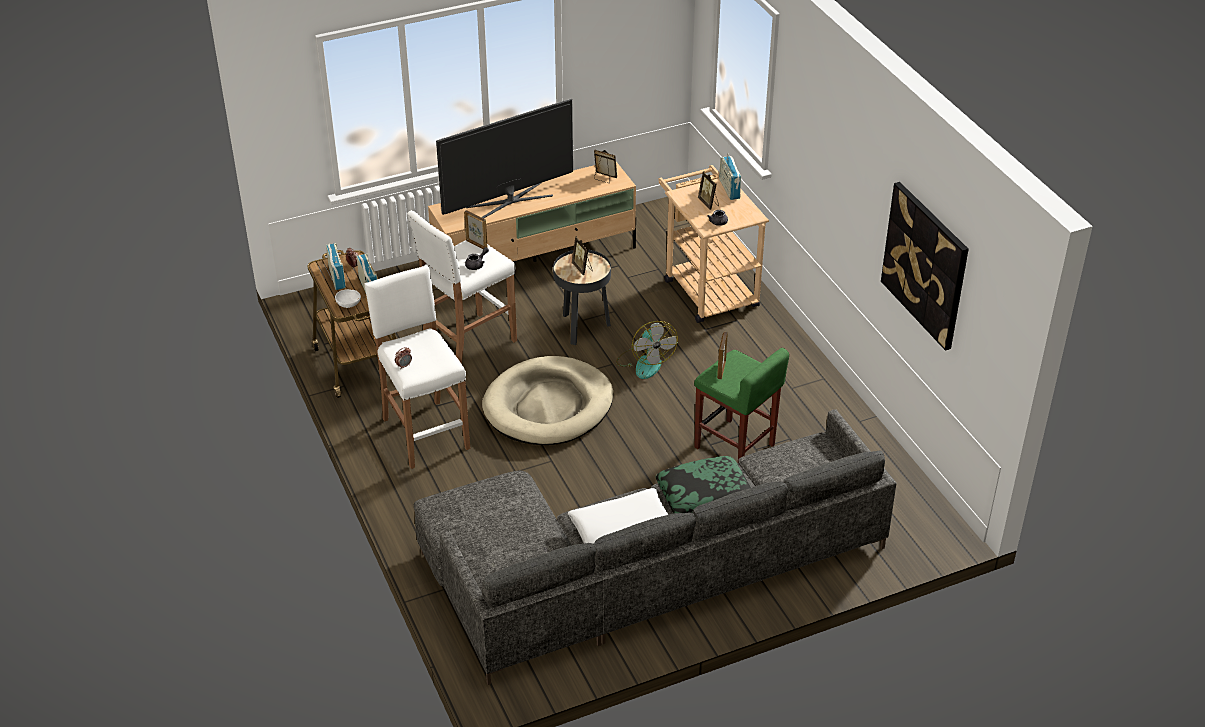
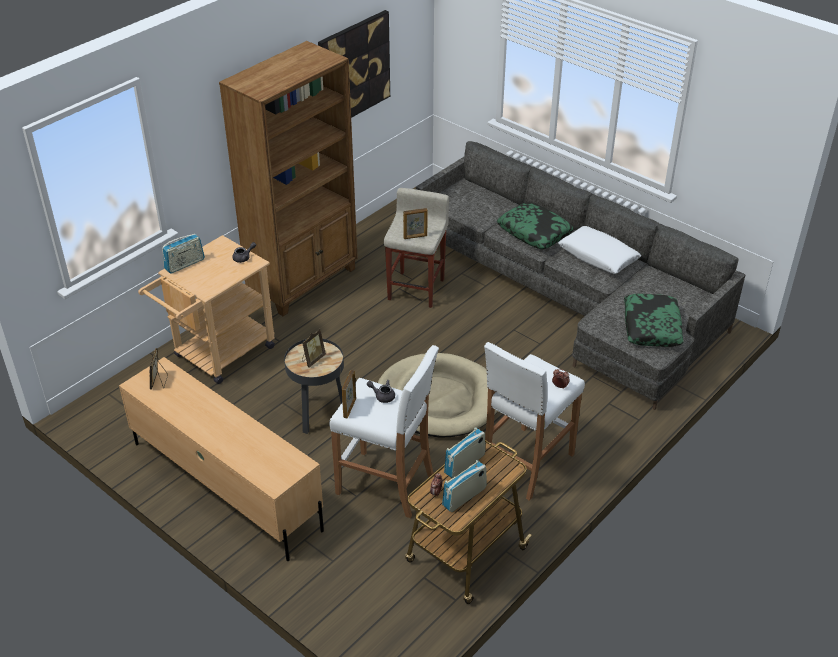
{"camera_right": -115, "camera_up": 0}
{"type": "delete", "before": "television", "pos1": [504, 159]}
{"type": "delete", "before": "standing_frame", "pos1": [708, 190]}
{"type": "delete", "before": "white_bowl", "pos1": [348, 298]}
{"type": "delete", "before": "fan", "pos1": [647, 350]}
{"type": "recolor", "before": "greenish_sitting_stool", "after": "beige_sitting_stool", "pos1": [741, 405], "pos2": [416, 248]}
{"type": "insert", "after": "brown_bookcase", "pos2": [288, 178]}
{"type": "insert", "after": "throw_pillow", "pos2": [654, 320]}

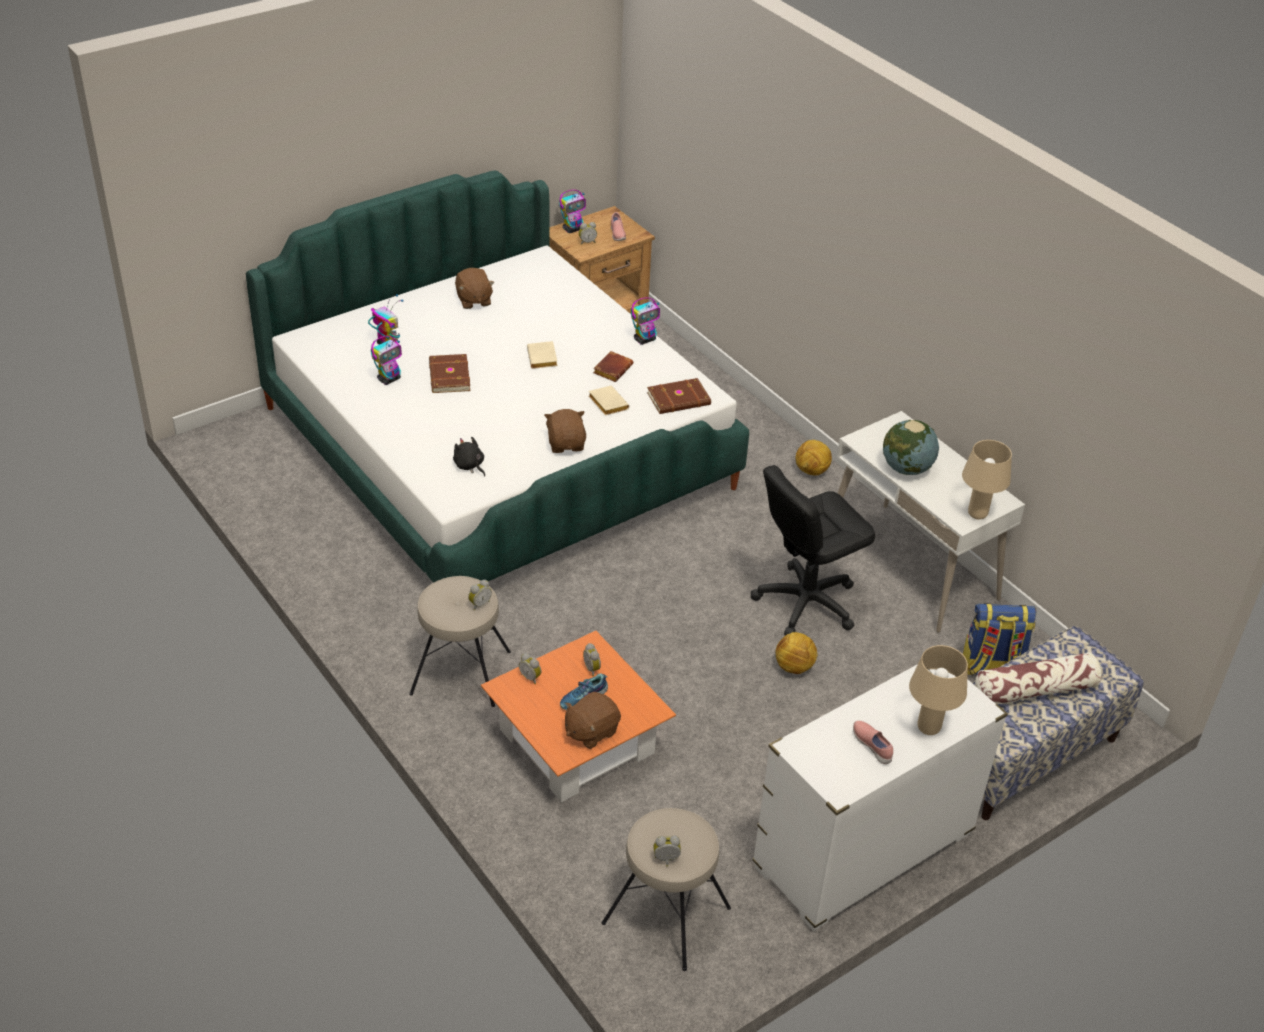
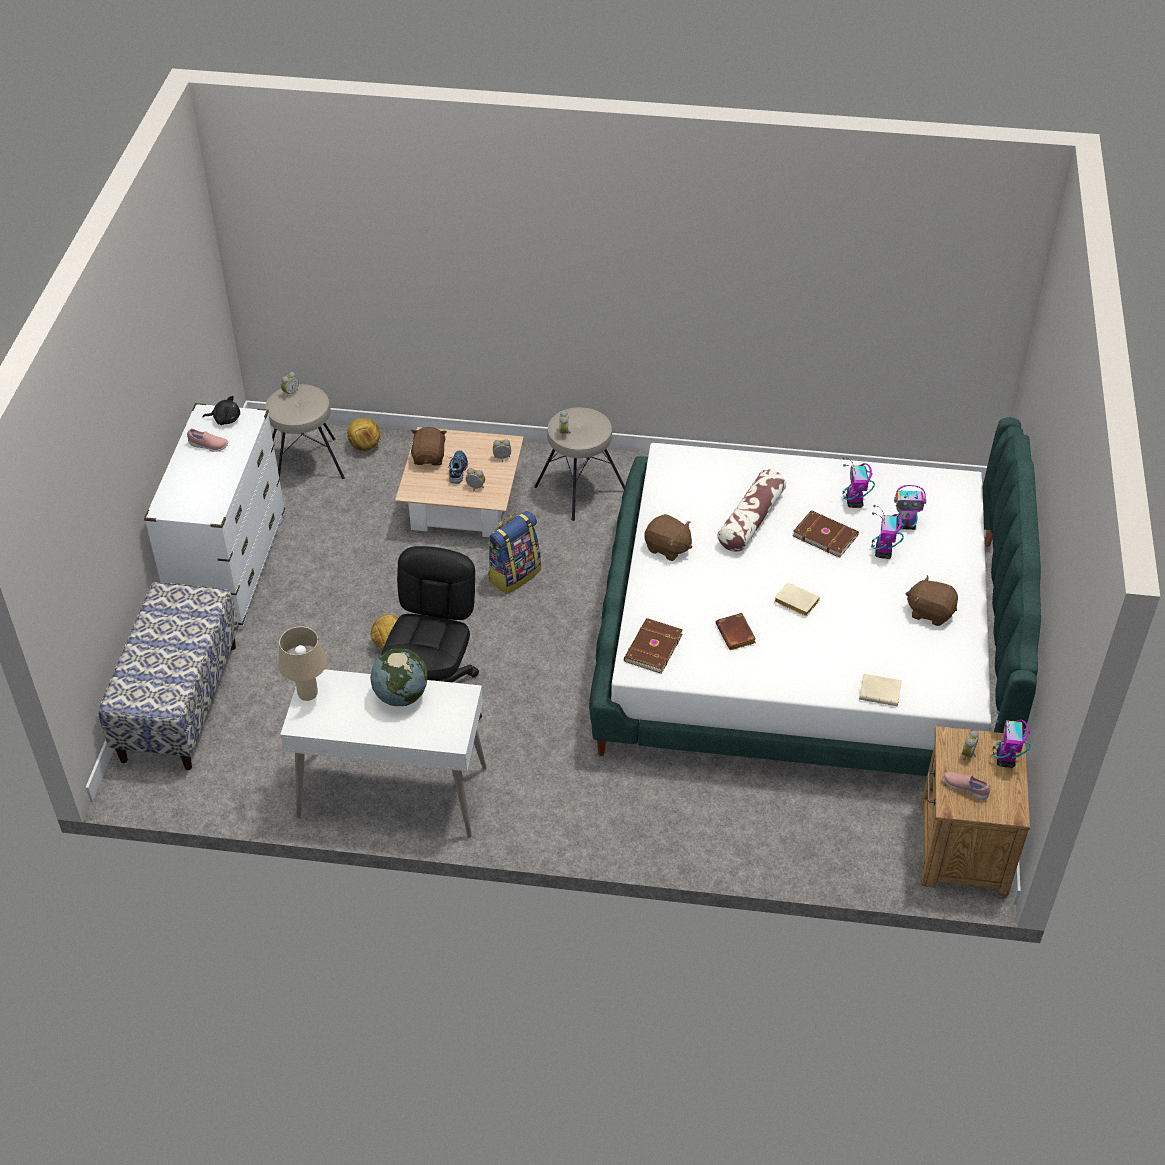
{"camera_right": 135, "camera_up": 5}
{"type": "move", "before": "robot_figure", "pos1": [645, 321], "pos2": [887, 532]}
{"type": "move", "before": "beige_volume", "pos1": [609, 401], "pos2": [880, 690]}
{"type": "move", "before": "black-coloured_plush_toy", "pos1": [469, 456], "pos2": [221, 410]}
{"type": "move", "before": "football", "pos1": [814, 458], "pos2": [364, 434]}
{"type": "move", "before": "rucksack", "pos1": [999, 639], "pos2": [514, 552]}
{"type": "recolor", "before": "orange_lounge_table", "after": "beige_lounge_table", "pos1": [578, 716], "pos2": [459, 482]}
{"type": "delete", "before": "beige_lamp_for_a_table", "pos1": [938, 690]}
{"type": "move", "before": "throw_pillow", "pos1": [1038, 678], "pos2": [751, 510]}

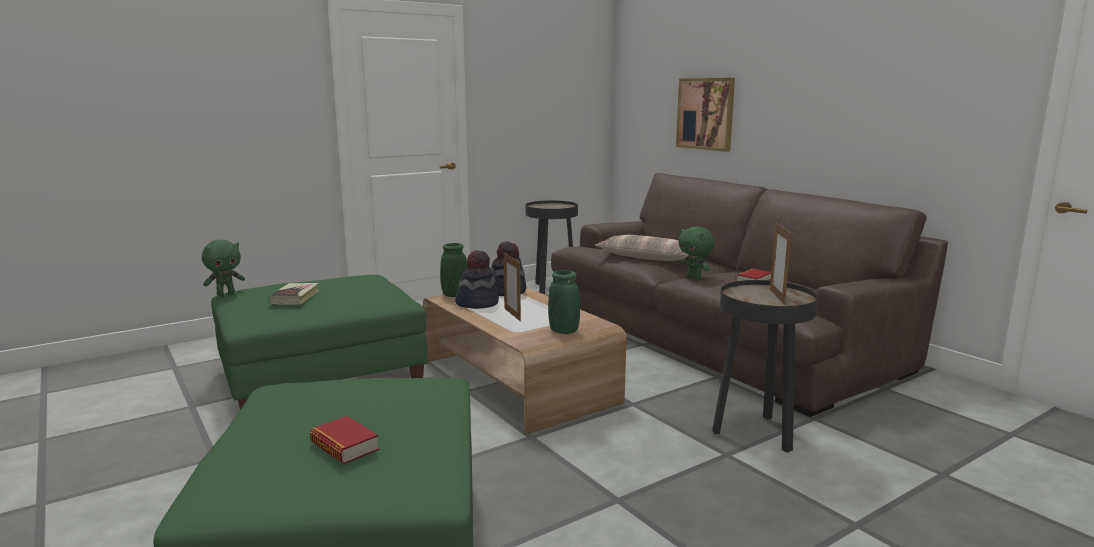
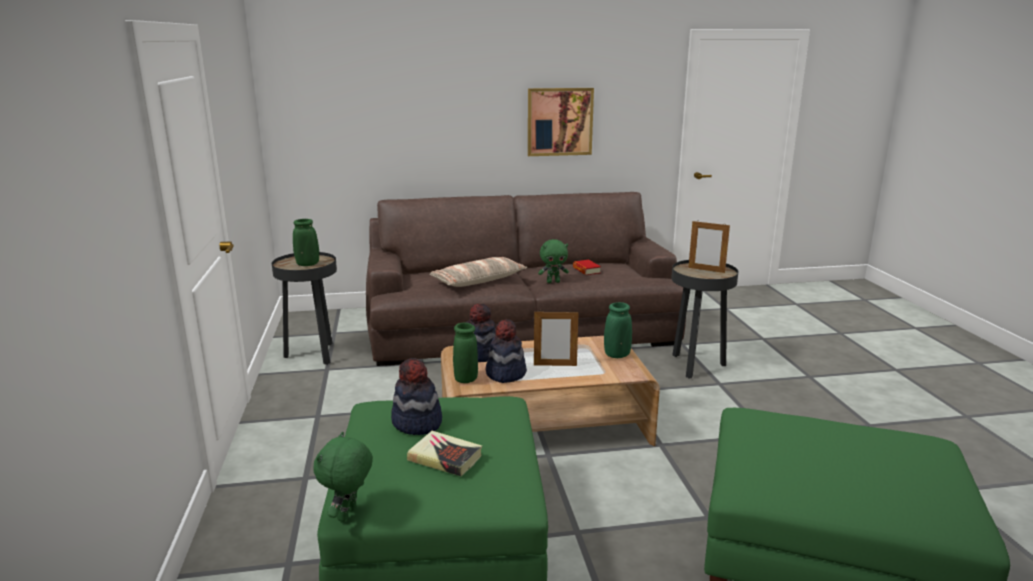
{"camera_right": -65, "camera_up": 5}
{"type": "move", "before": "wall_art", "pos1": [705, 115], "pos2": [561, 122]}
{"type": "rotate", "before": "greenish_plush_toy", "pos1": [223, 268], "pos2": [343, 477], "turn": -150}
{"type": "delete", "before": "volume", "pos1": [344, 440]}
{"type": "insert", "after": "greenish_vase", "pos2": [306, 242]}
{"type": "insert", "after": "clothing_hat", "pos2": [416, 396]}

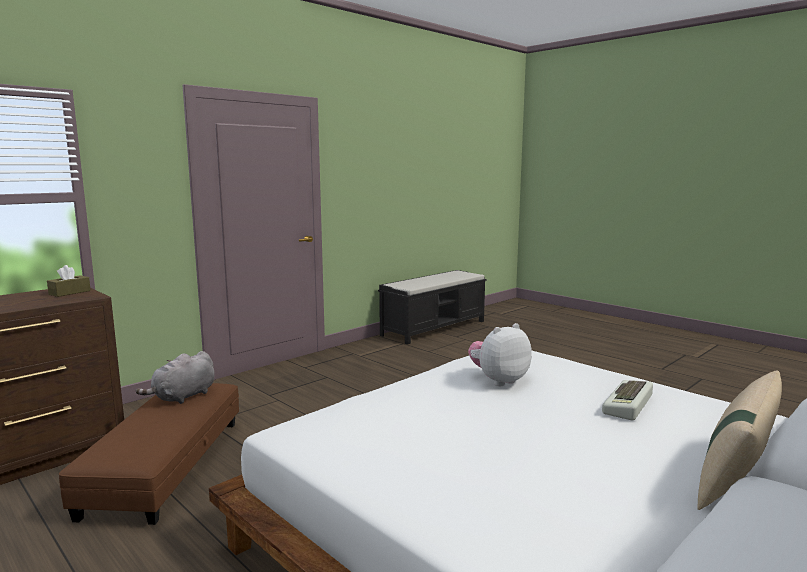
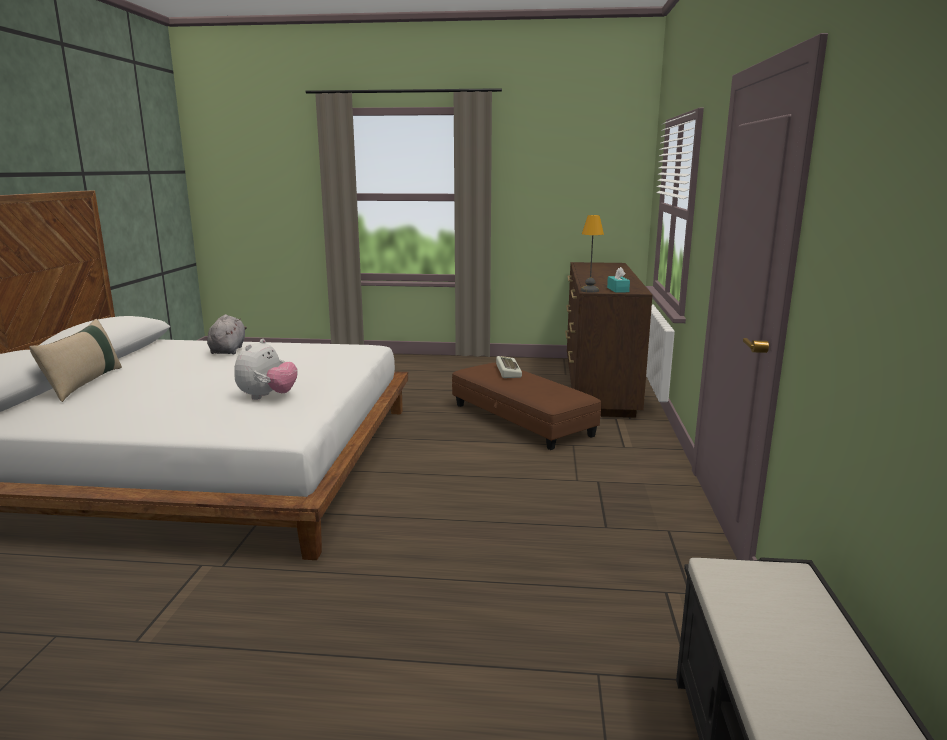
{"camera_right": 140, "camera_up": 5}
{"type": "recolor", "before": "brown_box_of_tissues", "after": "blue-green_box_of_tissues", "pos1": [69, 281], "pos2": [618, 280]}
{"type": "move", "before": "grey_plush_toy", "pos1": [175, 377], "pos2": [227, 334]}
{"type": "move", "before": "computer_keyboard", "pos1": [627, 400], "pos2": [509, 367]}
{"type": "insert", "after": "lamp_for_a_table", "pos2": [592, 254]}

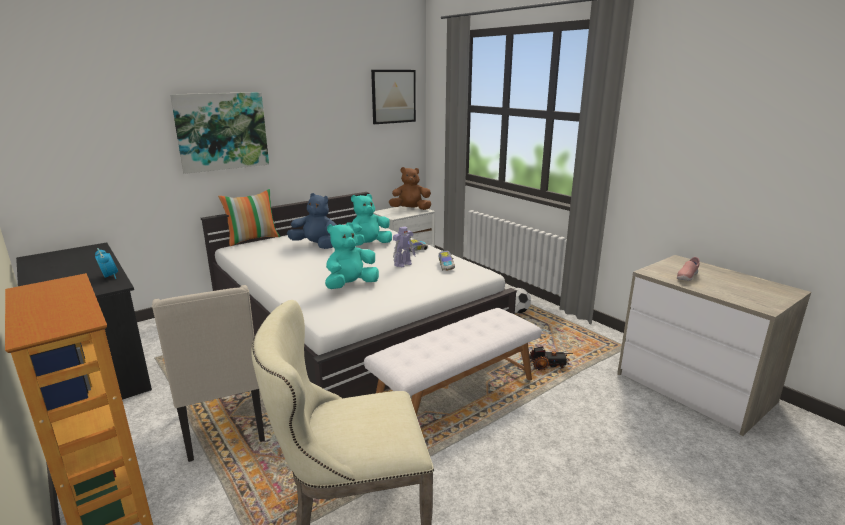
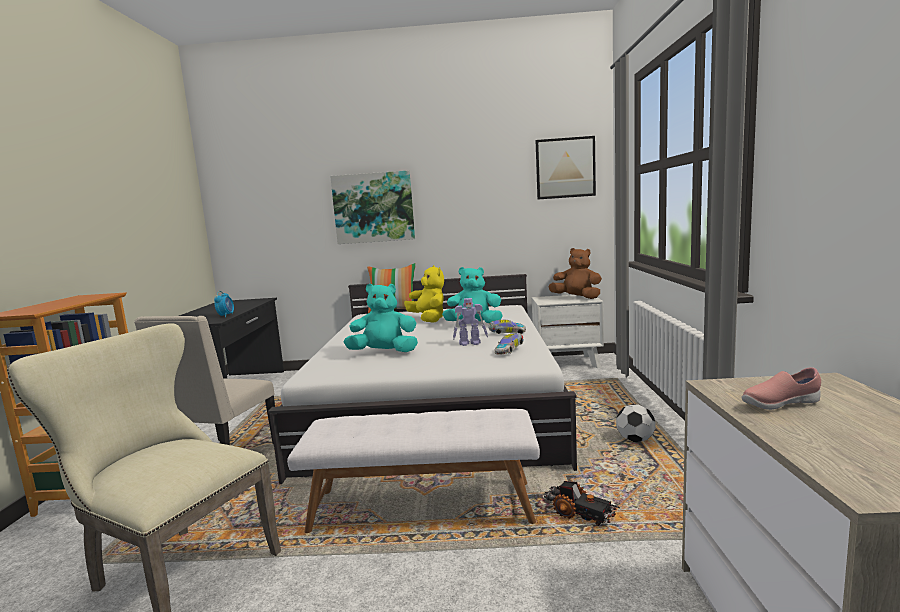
{"camera_right": 40, "camera_up": -10}
{"type": "recolor", "before": "blue_plush_toy", "after": "yellow_plush_toy", "pos1": [312, 221], "pos2": [424, 294]}

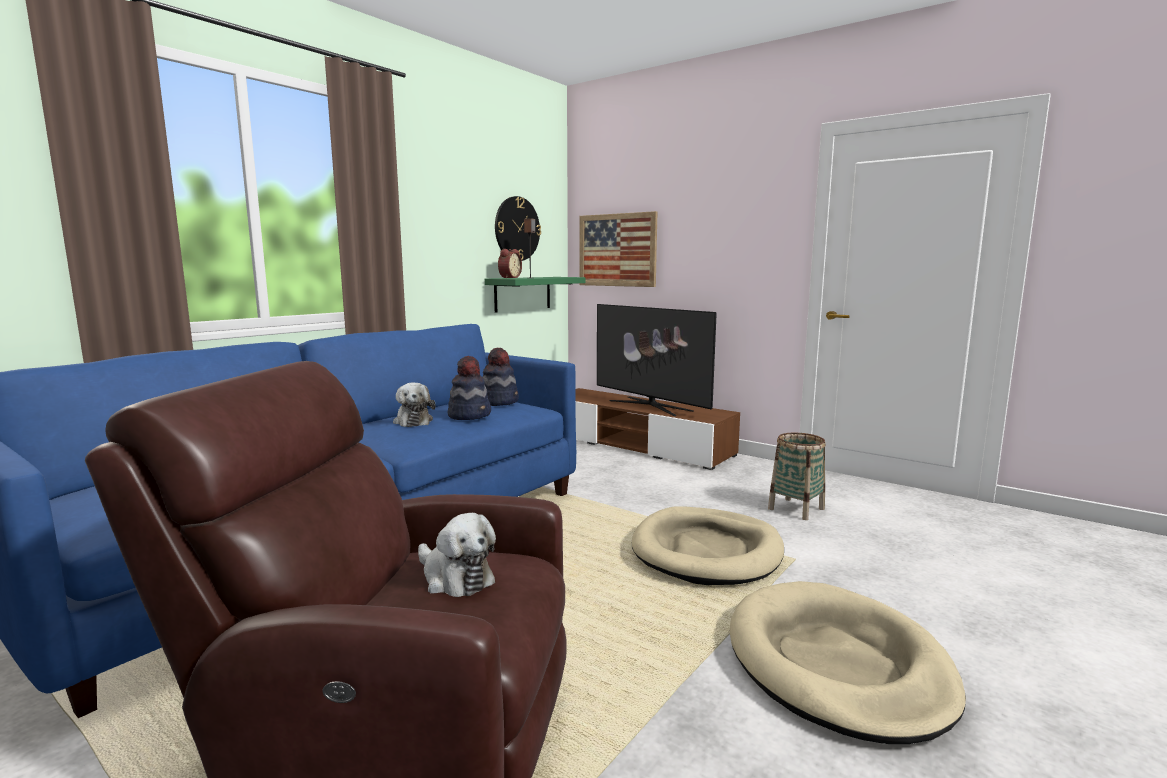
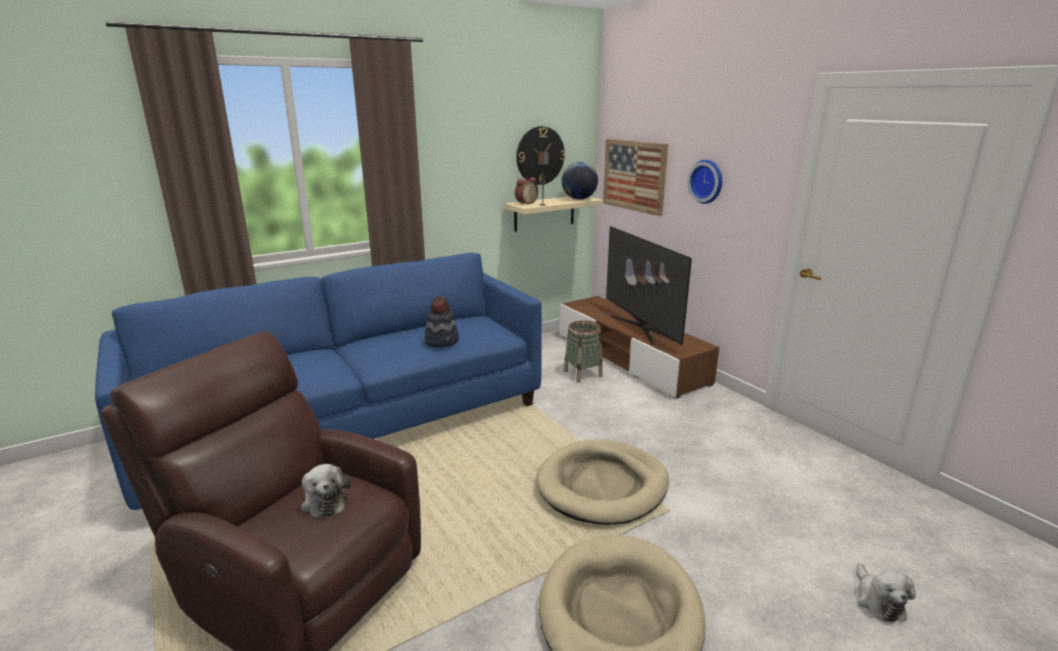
{"camera_right": 20, "camera_up": 10}
{"type": "recolor", "before": "greenish_wall_shelf", "after": "beige_wall_shelf", "pos1": [535, 295], "pos2": [554, 214]}
{"type": "delete", "before": "clothing_hat", "pos1": [500, 377]}
{"type": "move", "before": "plush_toy", "pos1": [414, 405], "pos2": [886, 592]}
{"type": "move", "before": "household_basket", "pos1": [797, 476], "pos2": [583, 351]}
{"type": "insert", "after": "hanging_clock", "pos2": [704, 182]}
{"type": "insert", "after": "world_globe", "pos2": [580, 181]}

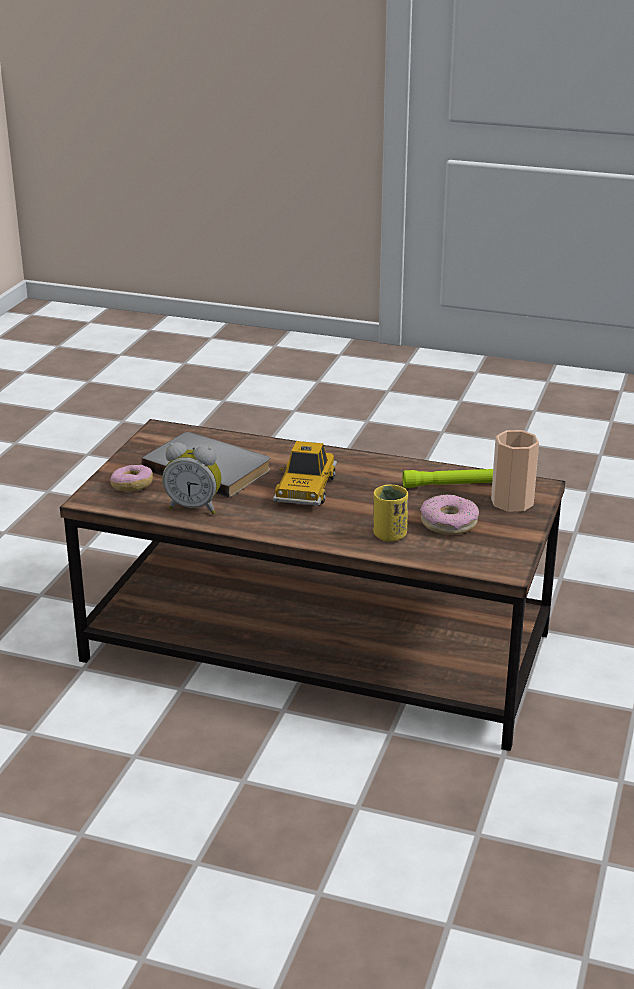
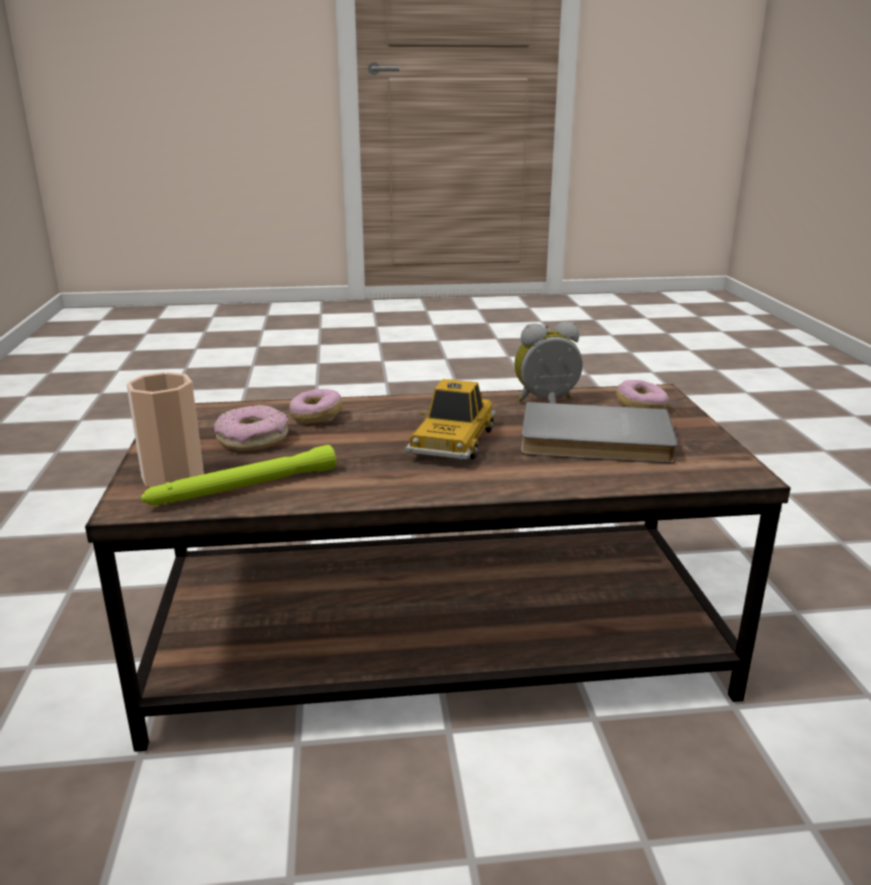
{"camera_right": 155, "camera_up": -5}
{"type": "rotate", "before": "model_car", "pos1": [305, 473], "pos2": [450, 419], "turn": -150}
{"type": "replace", "before": "yellow_cup", "after": "donut", "pos1": [390, 513], "pos2": [315, 406]}

